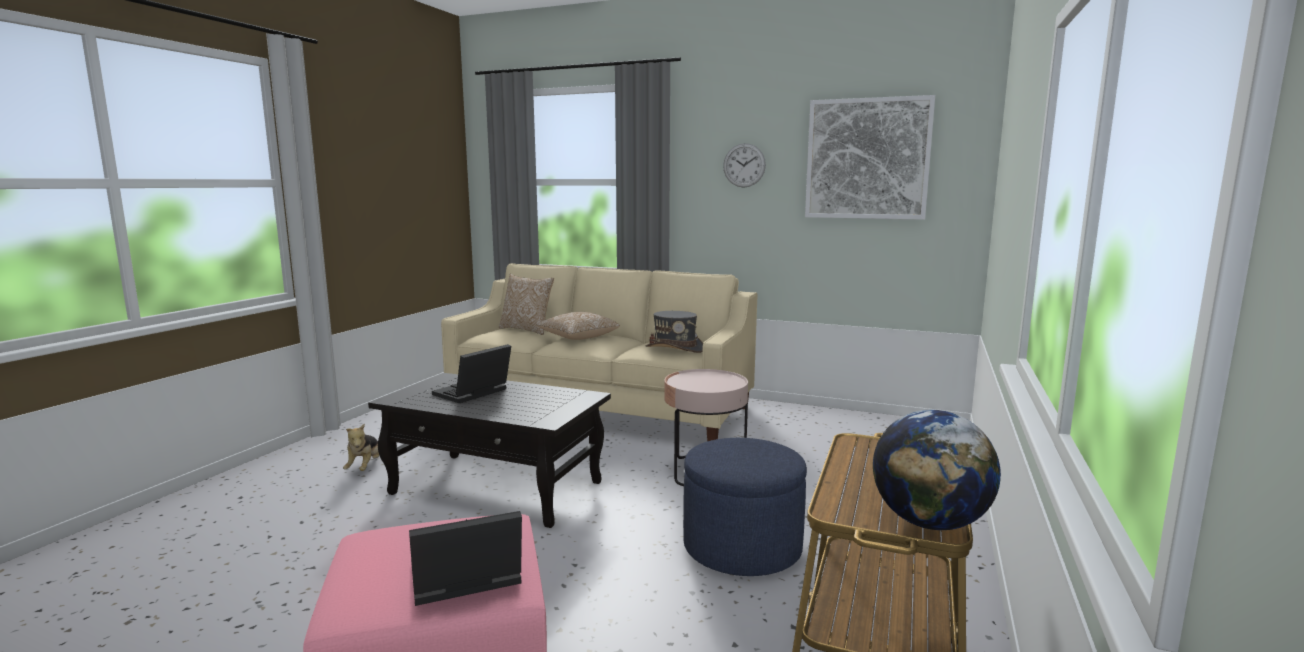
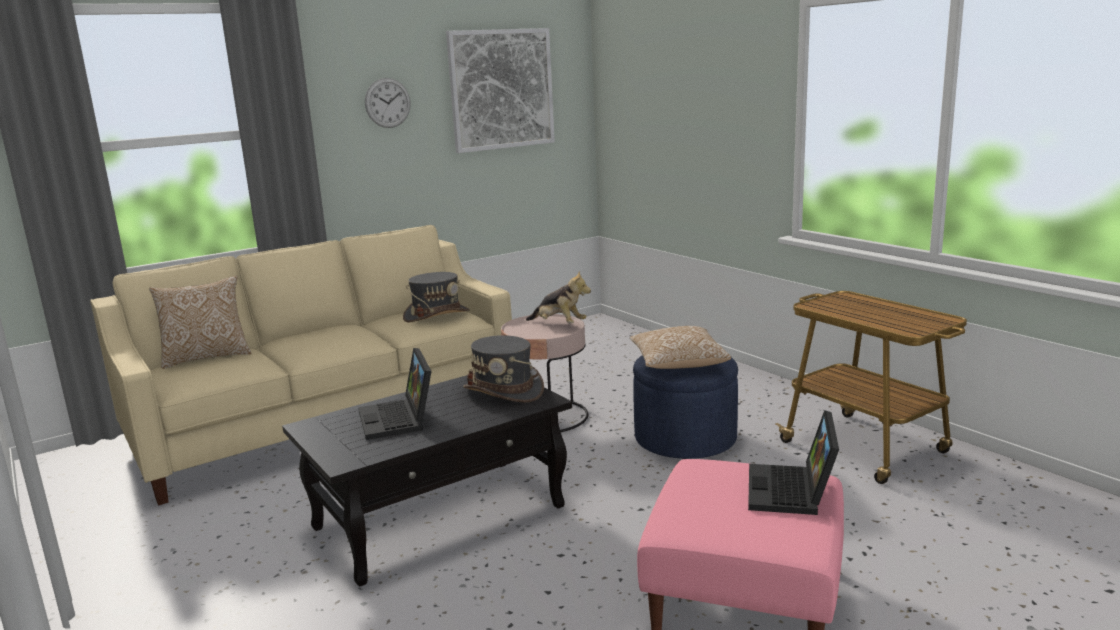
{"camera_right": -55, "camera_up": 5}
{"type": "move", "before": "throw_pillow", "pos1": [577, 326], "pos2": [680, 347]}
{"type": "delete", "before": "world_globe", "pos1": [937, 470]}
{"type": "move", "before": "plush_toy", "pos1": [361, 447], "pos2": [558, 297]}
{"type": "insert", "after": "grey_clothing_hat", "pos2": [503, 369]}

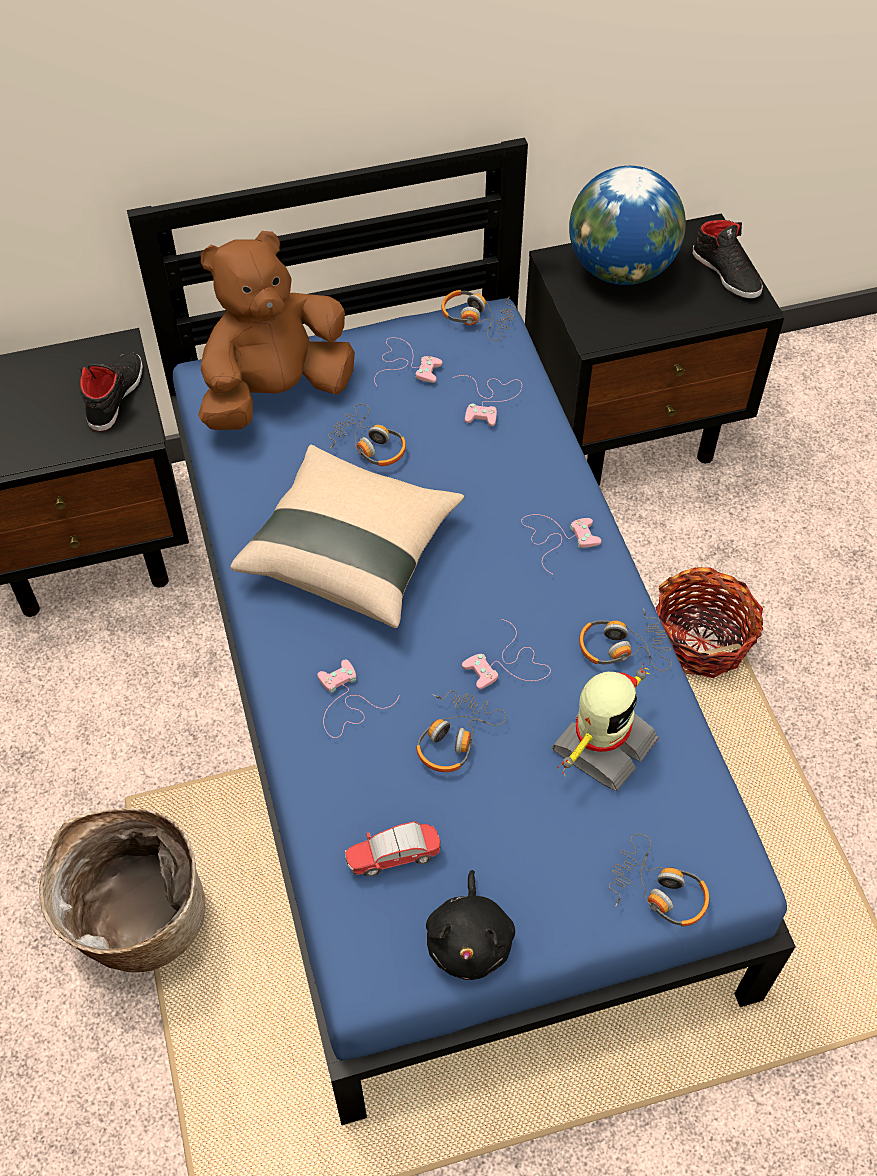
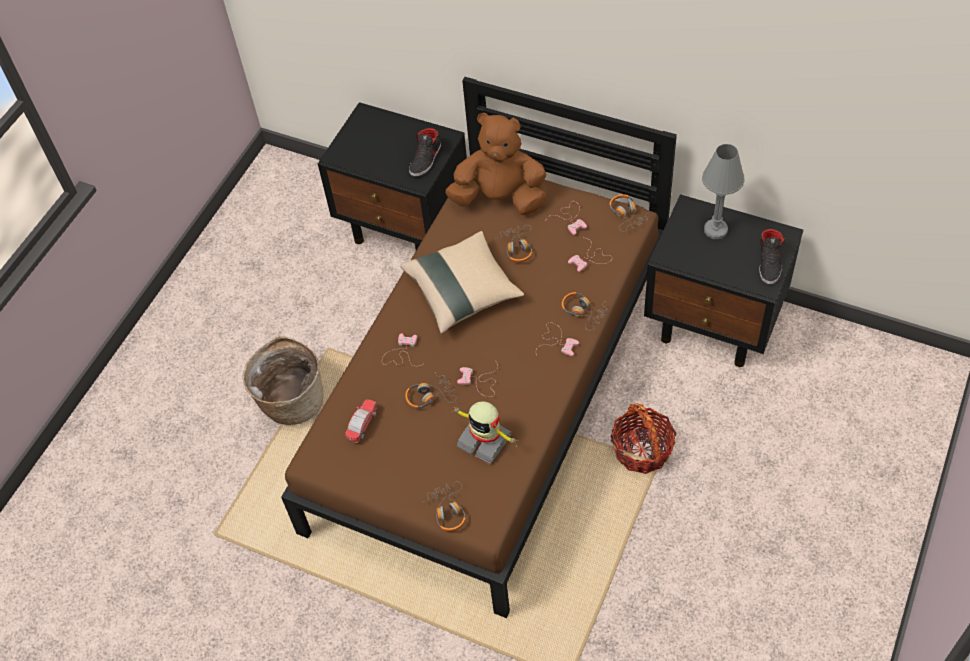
{"camera_right": 45, "camera_up": 0}
{"type": "recolor", "before": "blue_sleeping_bed", "after": "brown_sleeping_bed", "pos1": [461, 631], "pos2": [479, 347]}
{"type": "replace", "before": "world_globe", "after": "grey_lamp_for_a_table", "pos1": [627, 225], "pos2": [723, 191]}
{"type": "rotate", "before": "black-coloured_shoe", "pos1": [111, 391], "pos2": [425, 152], "turn": 150}
{"type": "move", "before": "headphones", "pos1": [625, 639], "pos2": [584, 311]}
{"type": "rotate", "before": "robot_figure", "pos1": [604, 727], "pos2": [485, 433], "turn": 45}
{"type": "rotate", "before": "model_car", "pos1": [393, 848], "pos2": [361, 421], "turn": 90}
{"type": "delete", "before": "black-coloured_plush_toy", "pos1": [470, 925]}

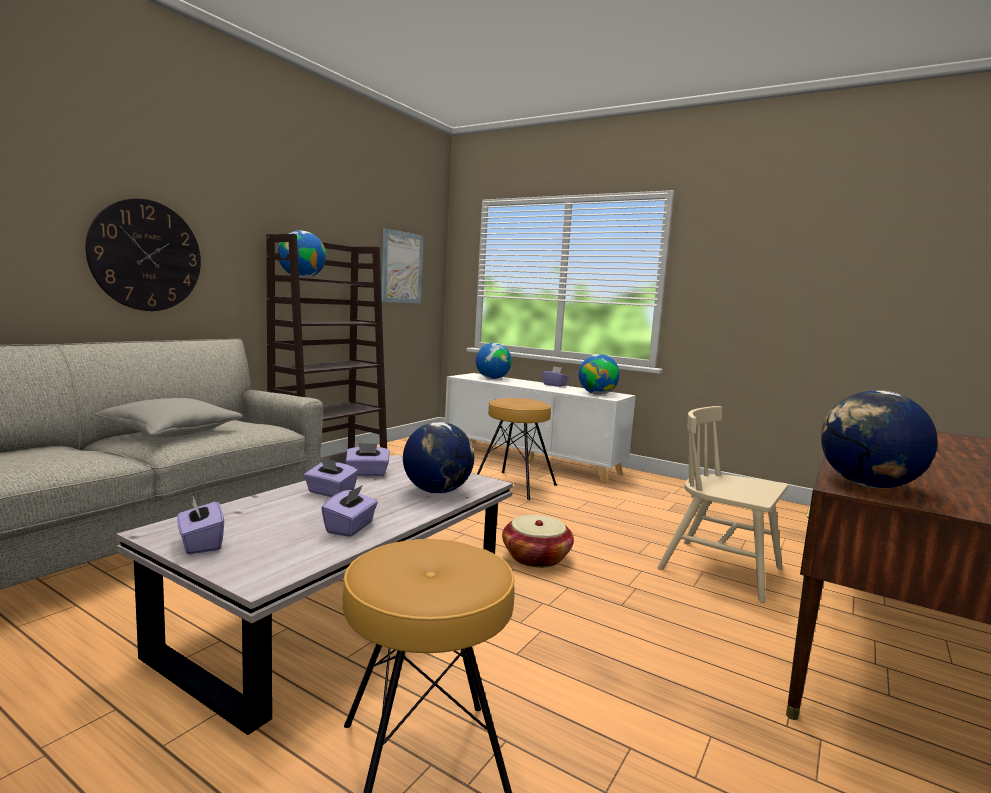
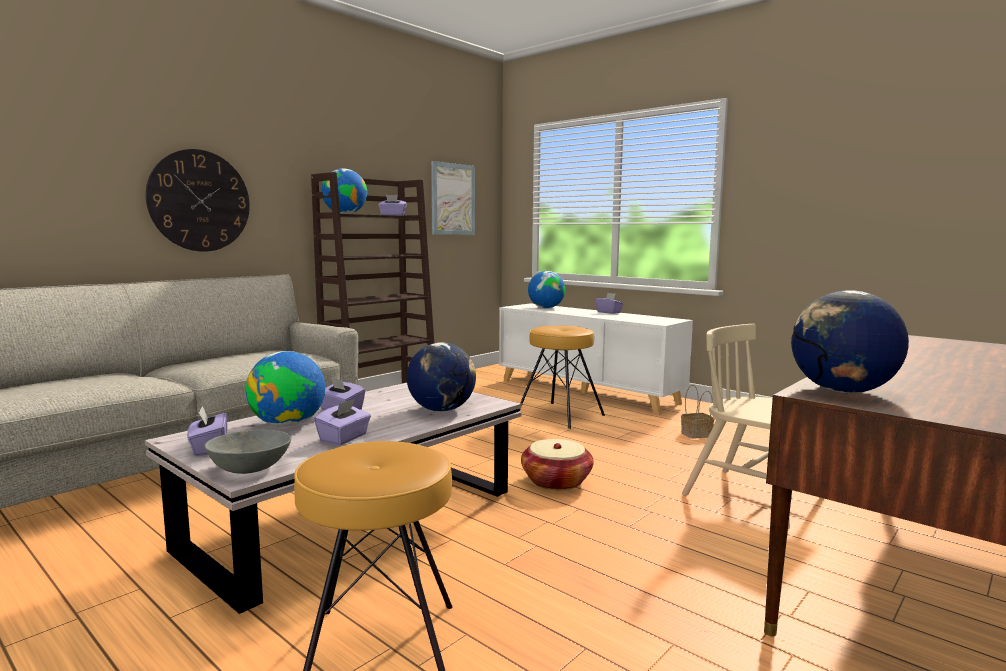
{"camera_right": 10, "camera_up": 0}
{"type": "move", "before": "world_globe", "pos1": [599, 374], "pos2": [285, 389]}
{"type": "delete", "before": "grey_throw_pillow", "pos1": [169, 418]}
{"type": "move", "before": "purplish_box_of_tissues", "pos1": [368, 459], "pos2": [392, 205]}
{"type": "insert", "after": "household_basket", "pos2": [697, 412]}
{"type": "insert", "after": "grey_bowl", "pos2": [247, 452]}

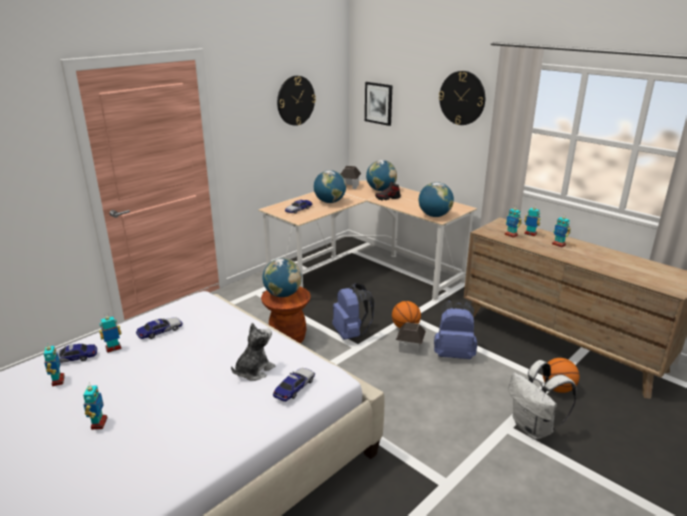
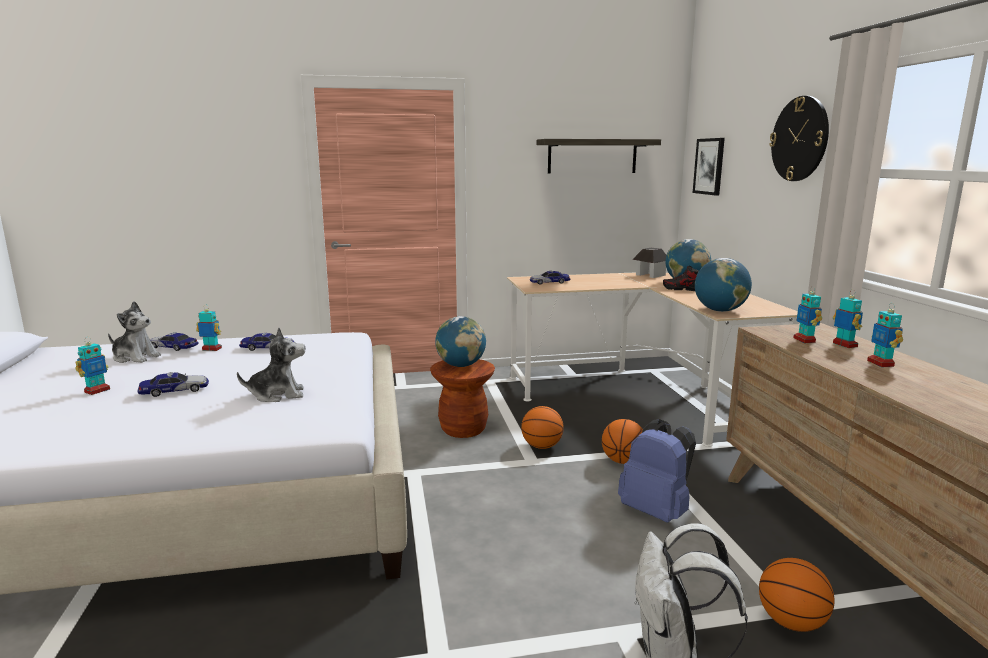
{"camera_right": 35, "camera_up": -10}
{"type": "replace", "before": "hanging_clock", "after": "wall_shelf", "pos1": [296, 101], "pos2": [599, 156]}
{"type": "delete", "before": "world_globe", "pos1": [330, 186]}
{"type": "replace", "before": "blue_rucksack", "after": "basketball_ball", "pos1": [353, 311], "pos2": [542, 427]}
{"type": "delete", "before": "miniature_house", "pos1": [411, 338]}
{"type": "replace", "before": "robot_figure", "after": "plush_toy", "pos1": [54, 366], "pos2": [134, 332]}
{"type": "move", "before": "model_car", "pos1": [294, 385], "pos2": [173, 384]}

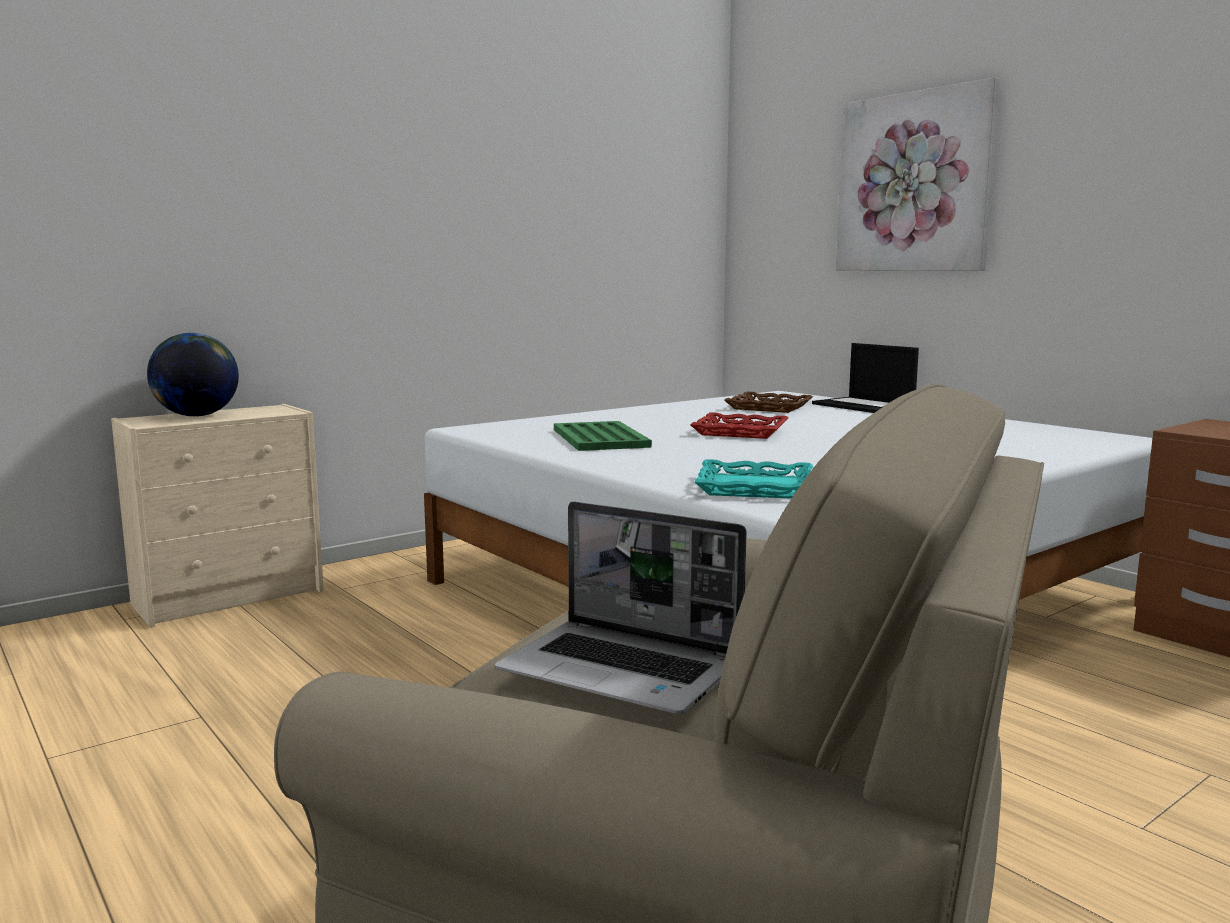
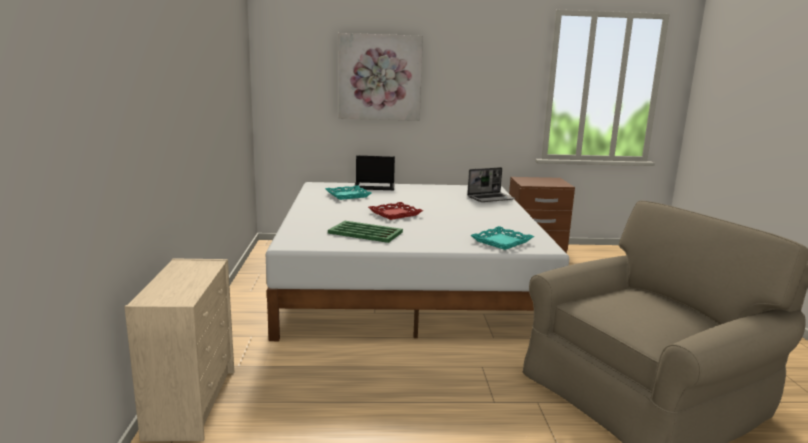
{"camera_right": -55, "camera_up": 5}
{"type": "delete", "before": "world_globe", "pos1": [193, 375]}
{"type": "recolor", "before": "brown_carrying_tray", "after": "blue-green_carrying_tray", "pos1": [768, 402], "pos2": [348, 192]}
{"type": "move", "before": "notebook_computer", "pos1": [621, 608], "pos2": [491, 184]}

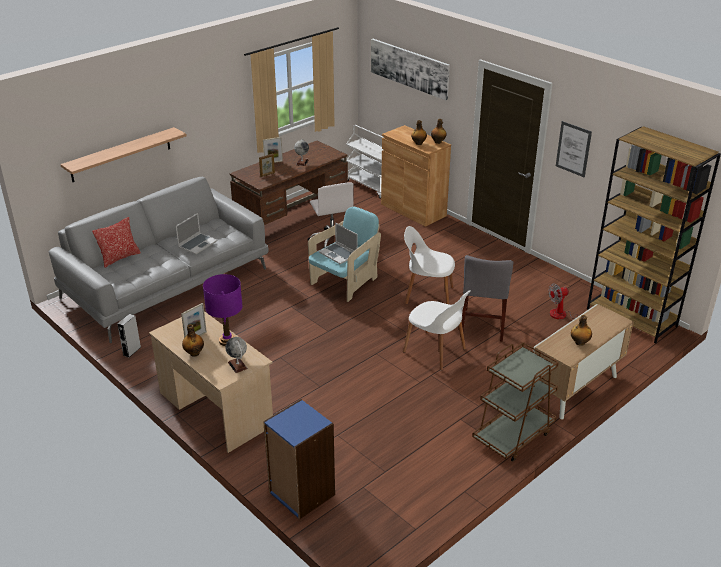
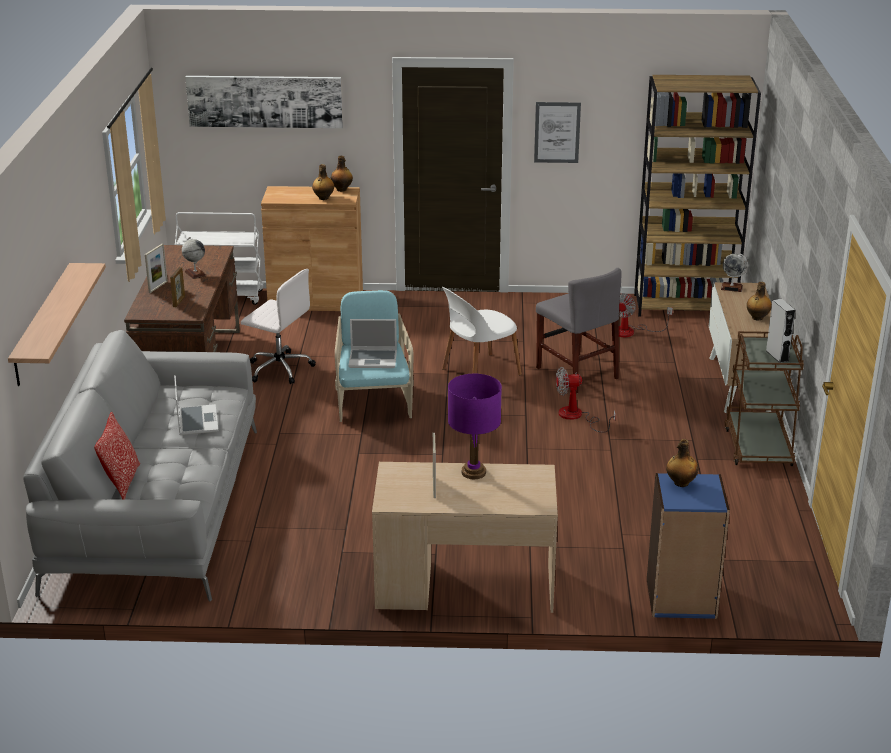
{"camera_right": -45, "camera_up": -5}
{"type": "replace", "before": "white_chair", "after": "fan", "pos1": [437, 330], "pos2": [586, 400]}
{"type": "move", "before": "grey_loudspeaker", "pos1": [129, 336], "pos2": [780, 331]}
{"type": "move", "before": "bottle", "pos1": [193, 340], "pos2": [682, 463]}
{"type": "move", "before": "world_globe", "pos1": [236, 355], "pos2": [734, 273]}

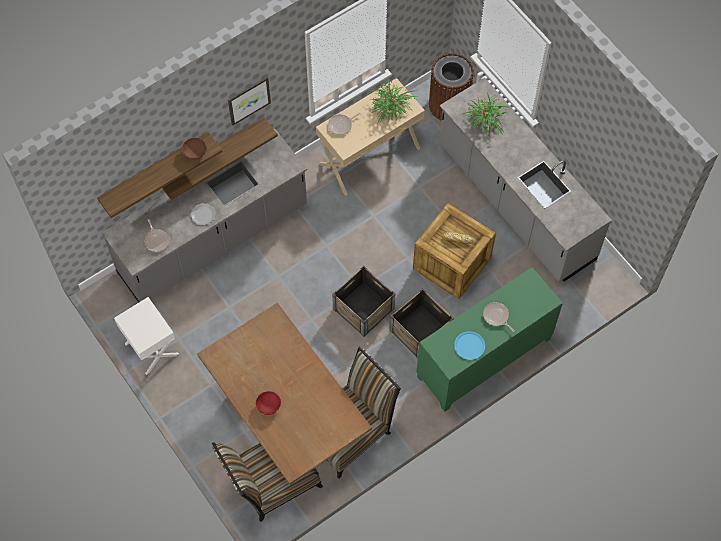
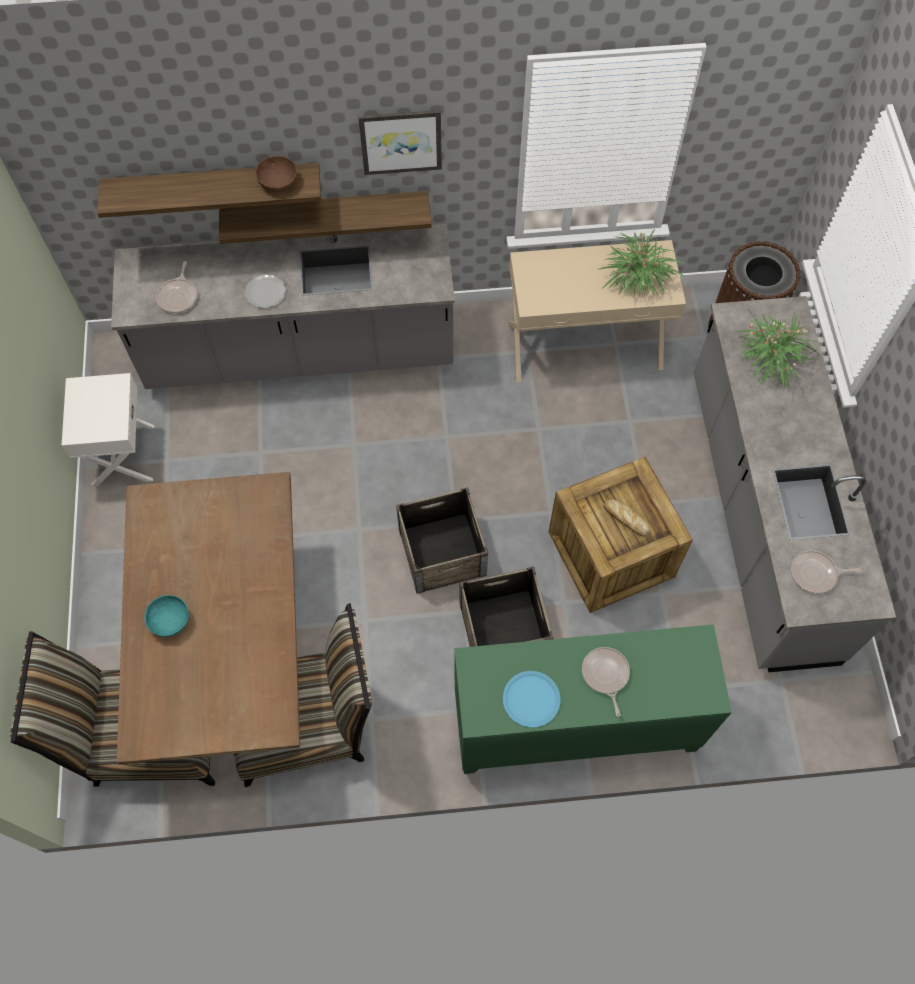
{"camera_right": 30, "camera_up": 0}
{"type": "move", "before": "pan", "pos1": [344, 124], "pos2": [826, 572]}
{"type": "recolor", "before": "reddish_bowl", "after": "blue-green_bowl", "pos1": [268, 403], "pos2": [166, 616]}

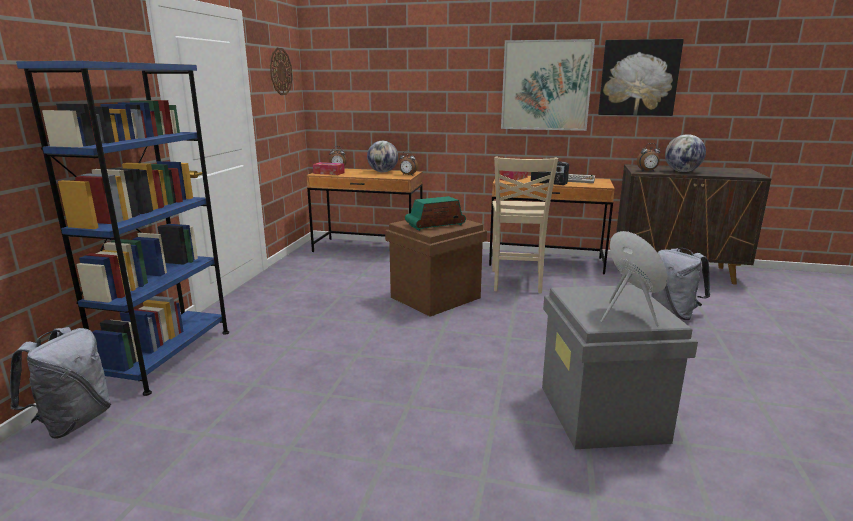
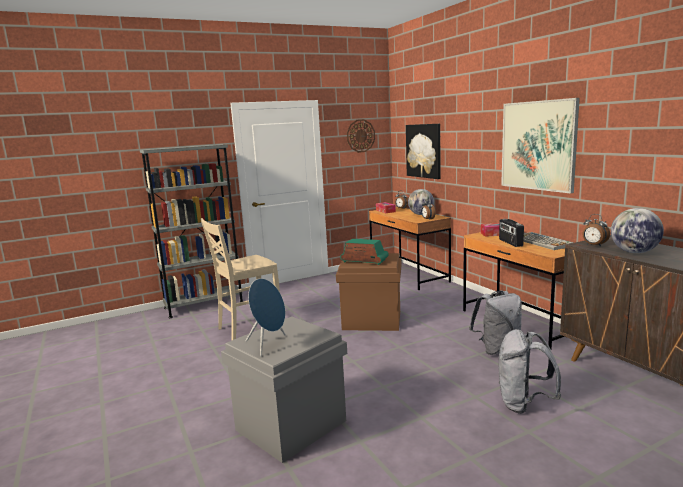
{"camera_right": 50, "camera_up": -5}
{"type": "move", "before": "wall_art", "pos1": [641, 77], "pos2": [423, 151]}
{"type": "recolor", "before": "blue_bookcase", "after": "grey_bookcase", "pos1": [122, 228], "pos2": [192, 231]}
{"type": "move", "before": "beige_chair", "pos1": [525, 225], "pos2": [240, 279]}
{"type": "move", "before": "grey_rucksack", "pos1": [60, 383], "pos2": [495, 322]}

